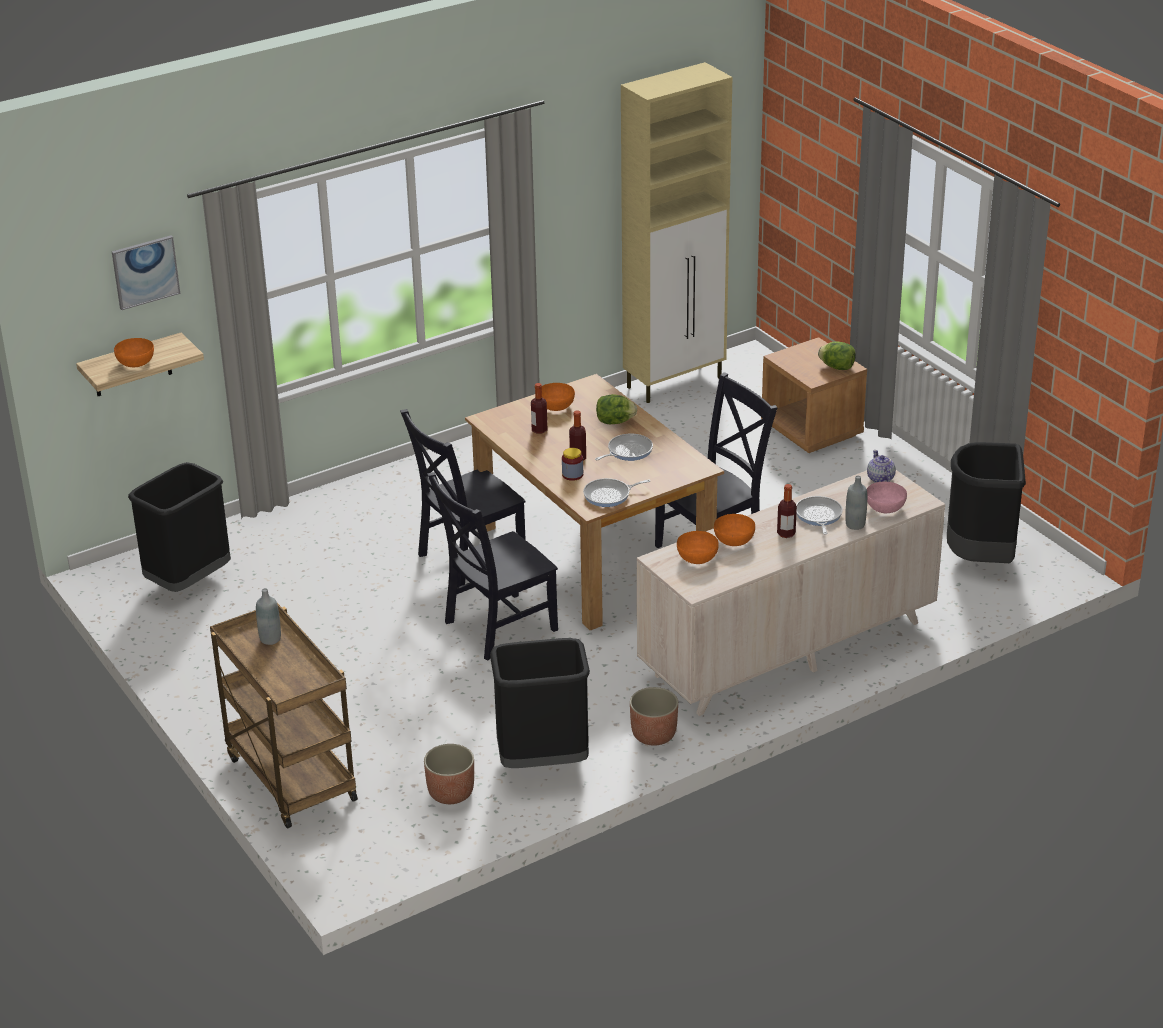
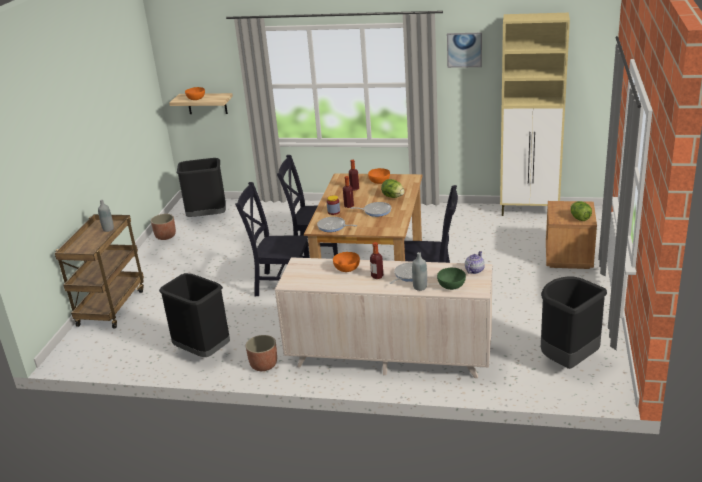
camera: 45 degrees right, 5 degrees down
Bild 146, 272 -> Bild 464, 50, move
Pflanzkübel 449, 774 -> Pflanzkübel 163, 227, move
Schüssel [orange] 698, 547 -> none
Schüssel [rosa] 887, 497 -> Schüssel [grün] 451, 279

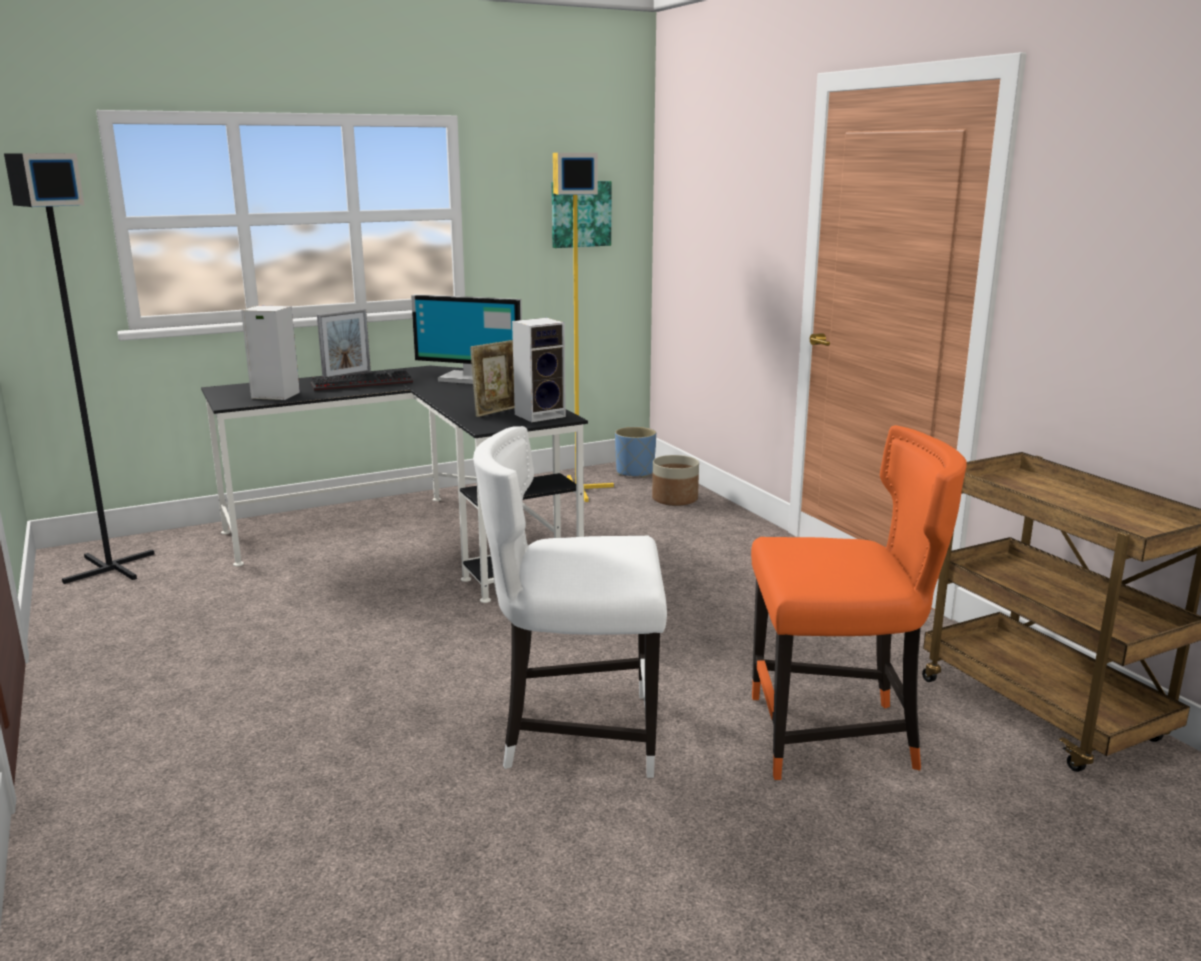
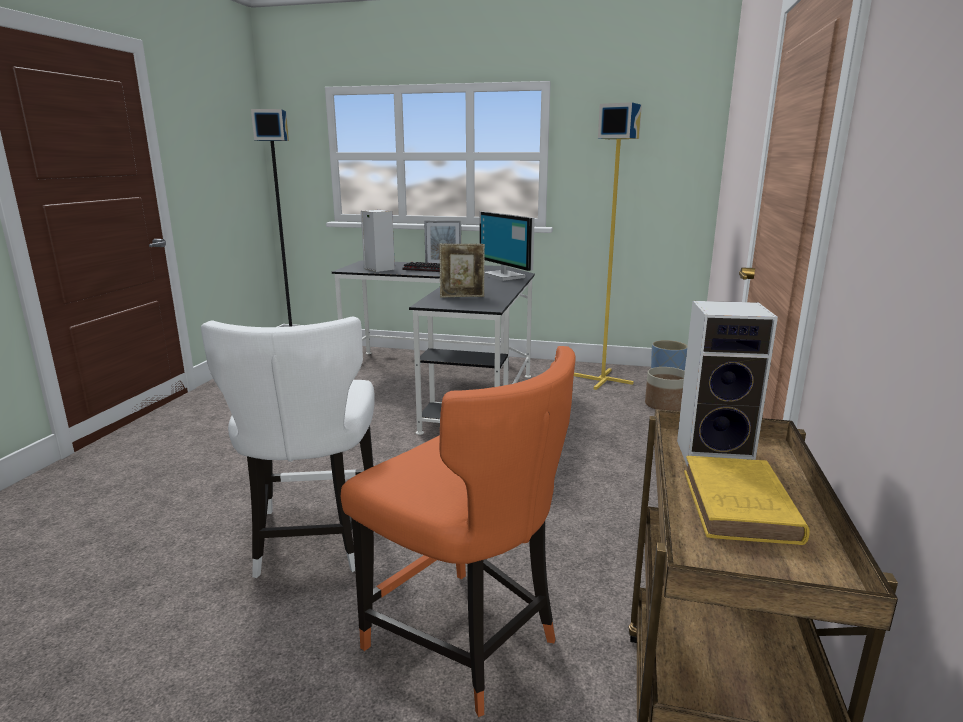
camera: 40 degrees right, 0 degrees up
Stuhl [weiß] 570, 602 -> Stuhl [weiß] 288, 447, 135 degrees counterclockwise
Lautsprecher 539, 370 -> Lautsprecher 727, 384, move
Bild 581, 214 -> none
none -> Buch [gelb] 747, 500

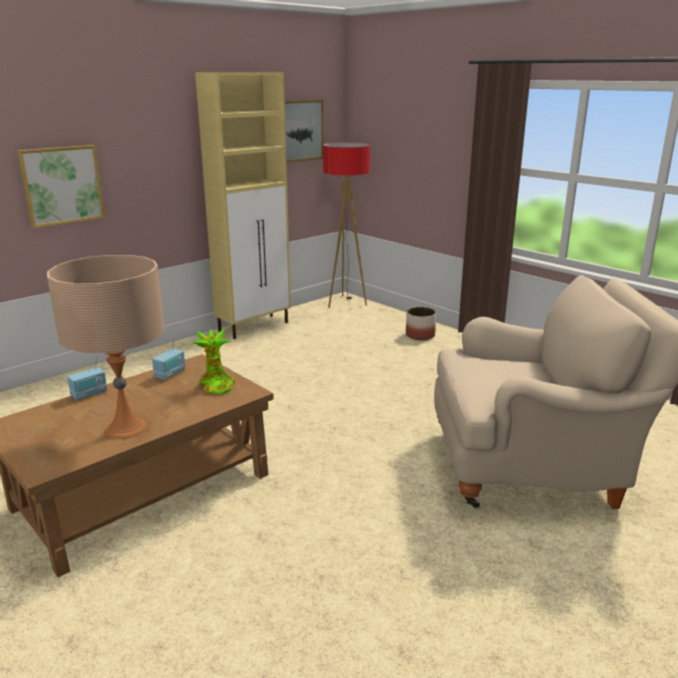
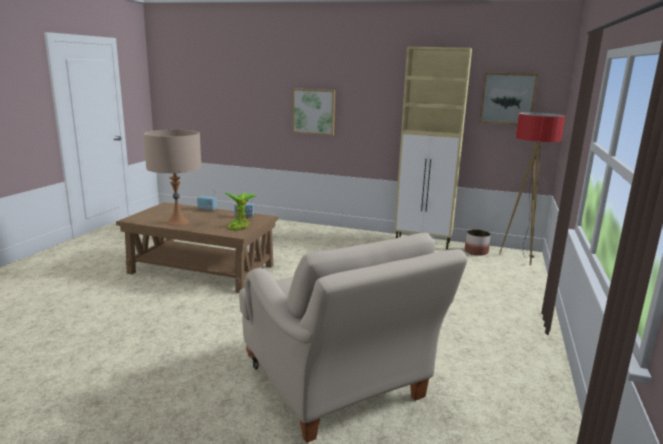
camera: 60 degrees right, 5 degrees down
Pflanzkübel 421, 323 -> Pflanzkübel 478, 242, move

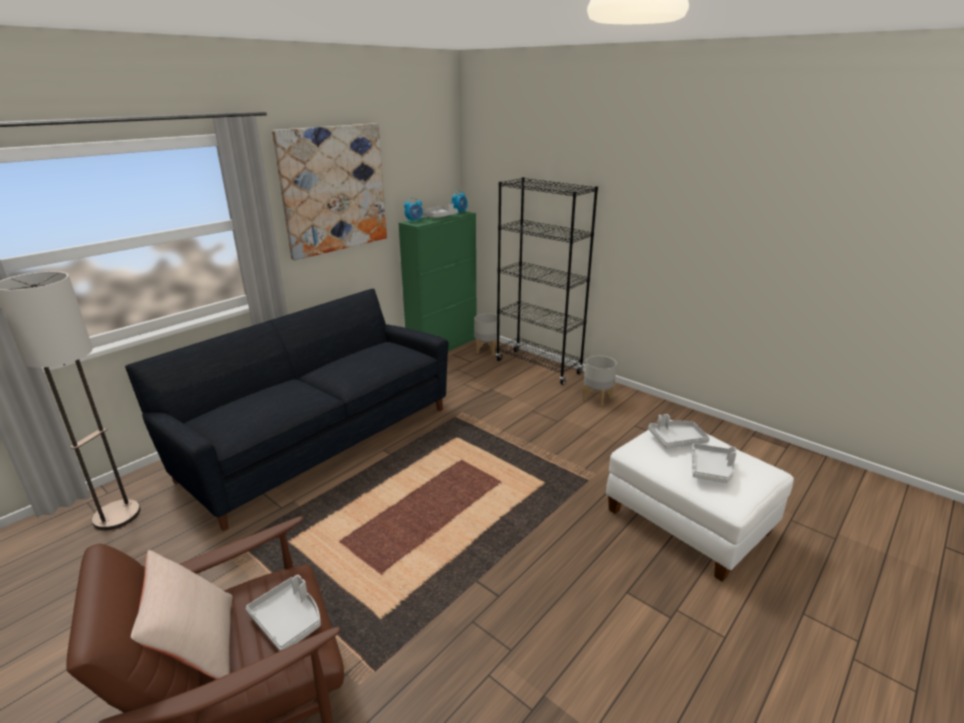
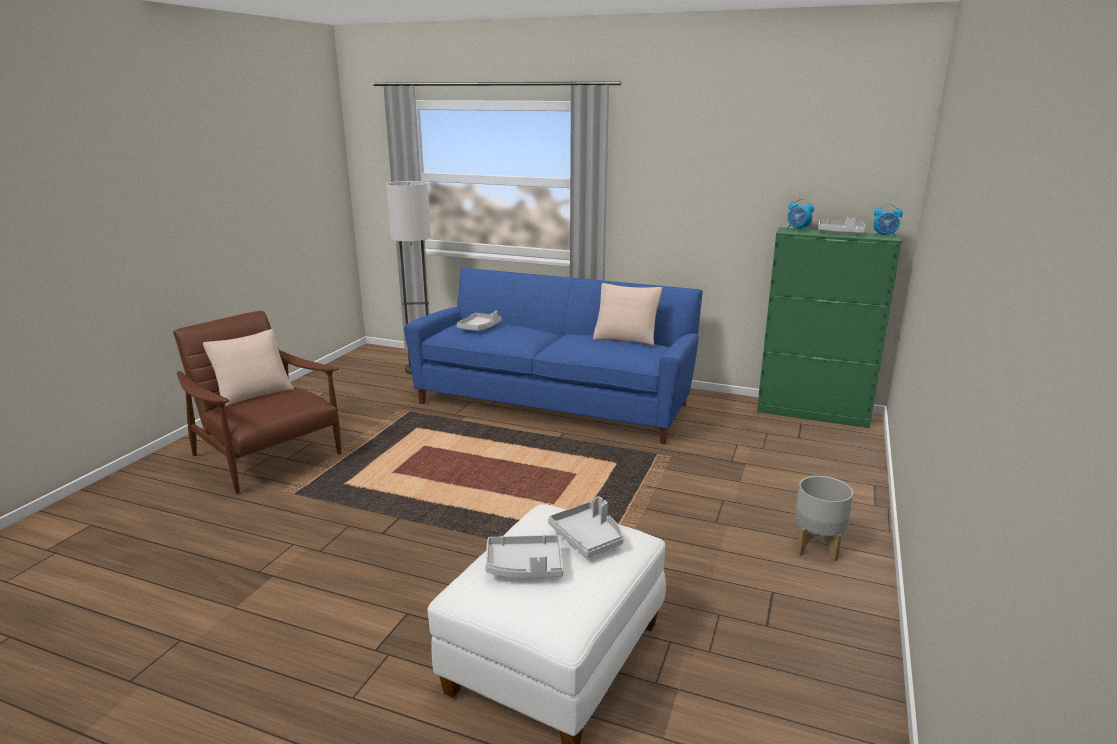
camera: 70 degrees right, 5 degrees down
Sofa [schwarz] 286, 410 -> Sofa [blau] 553, 356
Tablett [grau] 283, 613 -> Tablett [grau] 479, 321, move
Bild 329, 191 -> none
Pflanzkübel [grau] 487, 334 -> none
Bücherregal [schwarz] 547, 281 -> none
none -> Kissen [beige] 627, 314

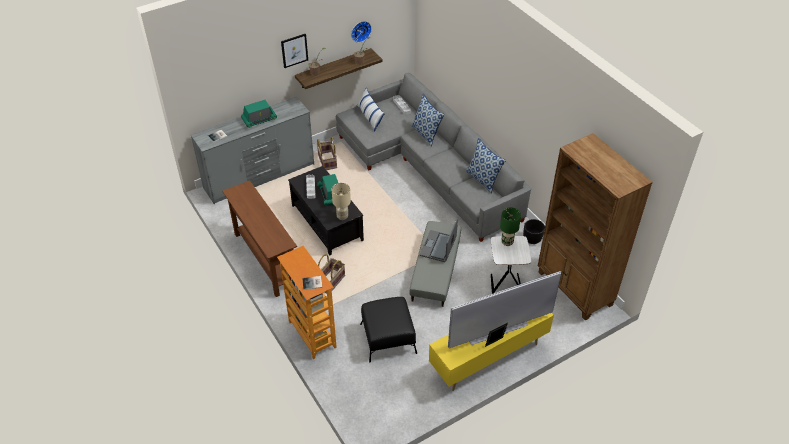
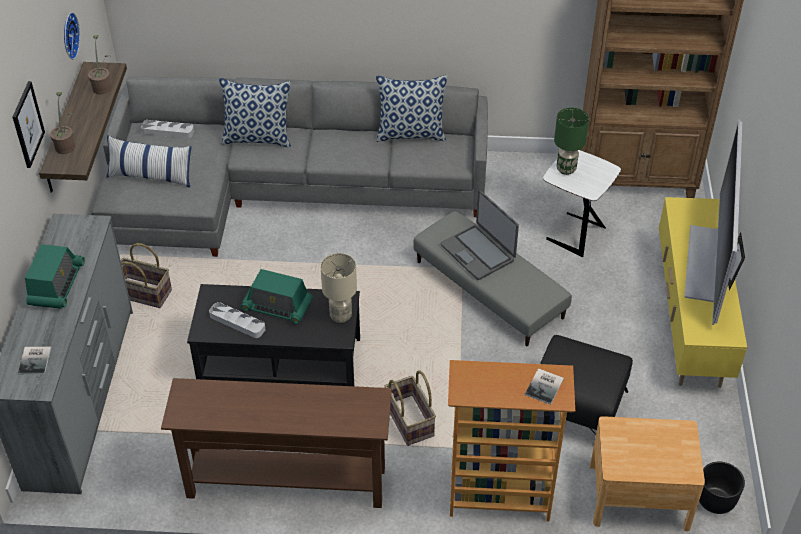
camera: 55 degrees left, 0 degrees up
Pflanzkübel [schwarz] 534, 231 -> Pflanzkübel [schwarz] 722, 487, move
none -> Nachttisch [braun] 647, 473

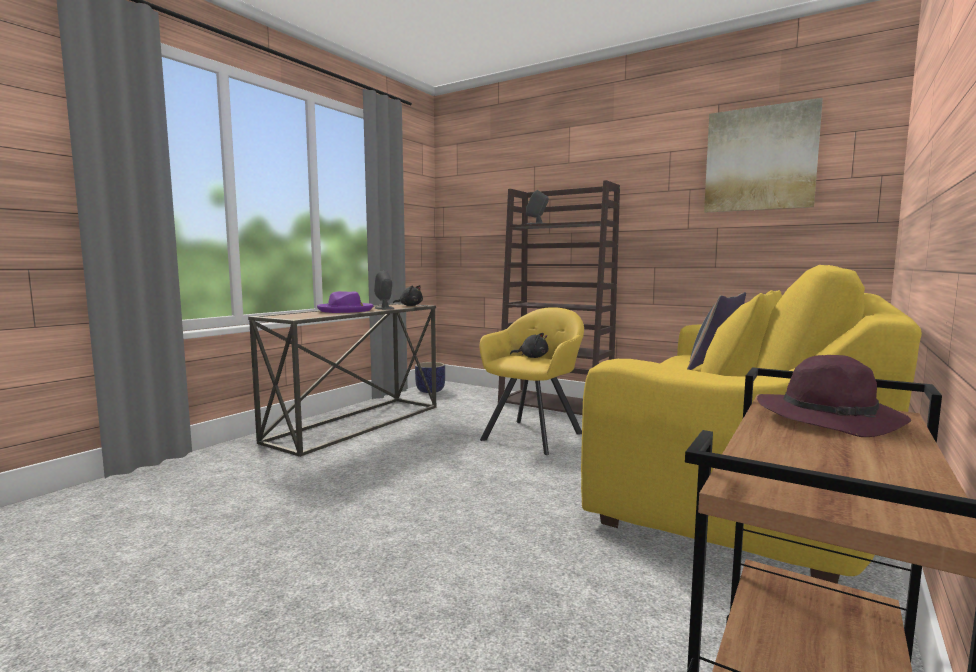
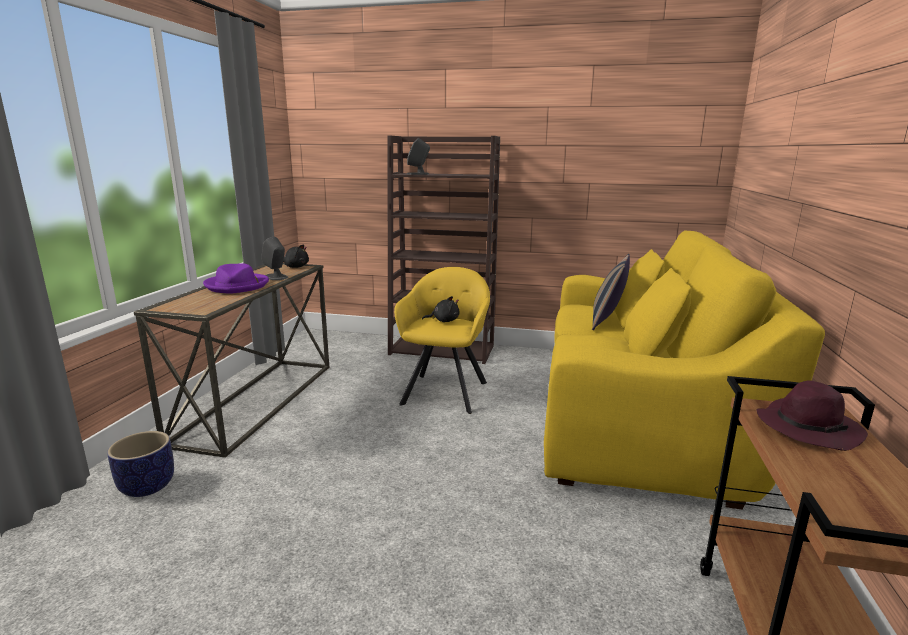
camera: 20 degrees left, 10 degrees up
Pflanzkübel 430, 377 -> Pflanzkübel 140, 464, move
Bild 763, 155 -> none

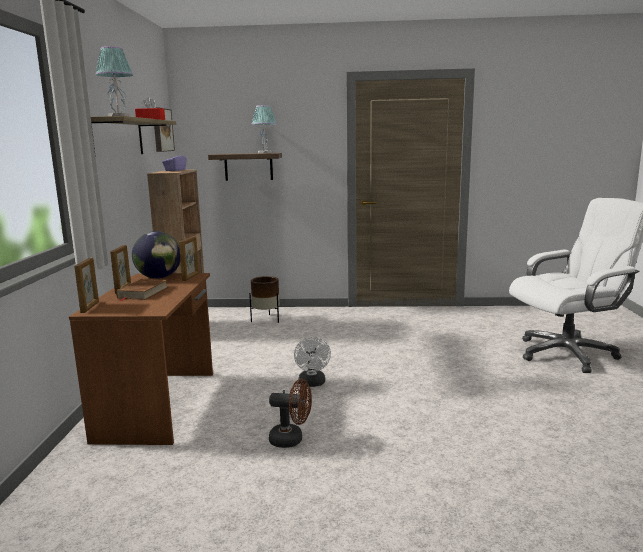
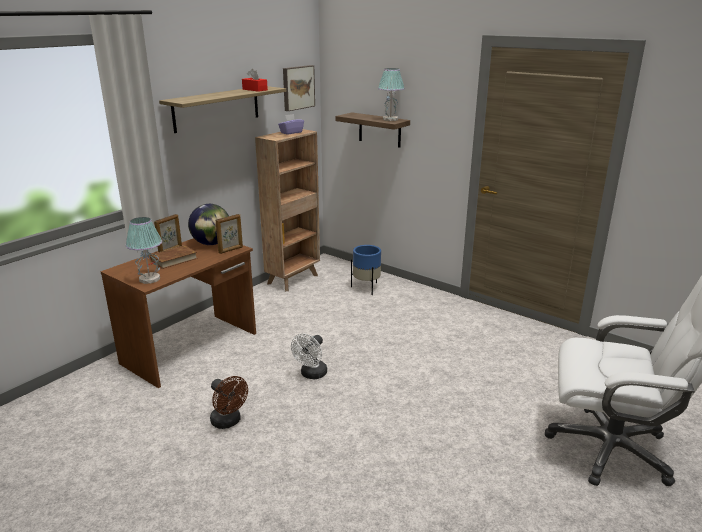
camera: 35 degrees right, 10 degrees up
Bilderrahmen 86, 285 -> none
Tischlampe 114, 81 -> Tischlampe 144, 250, move
Pflanzkübel [braun] 264, 299 -> Pflanzkübel [blau] 366, 270

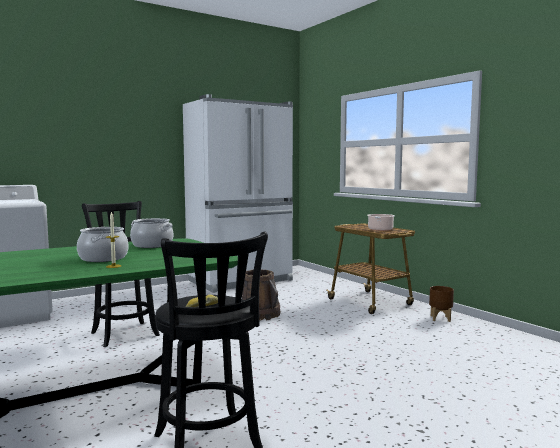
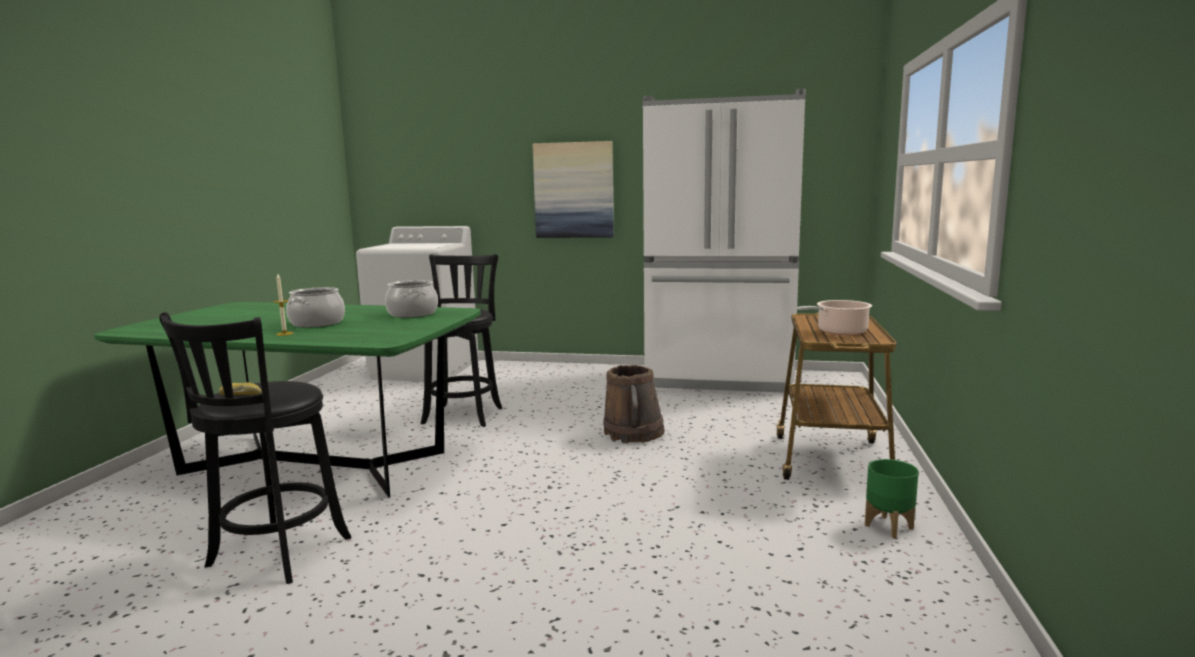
camera: 45 degrees right, 5 degrees up
Pflanzkübel [braun] 441, 304 -> Pflanzkübel [grün] 892, 498
none -> Bild 573, 189

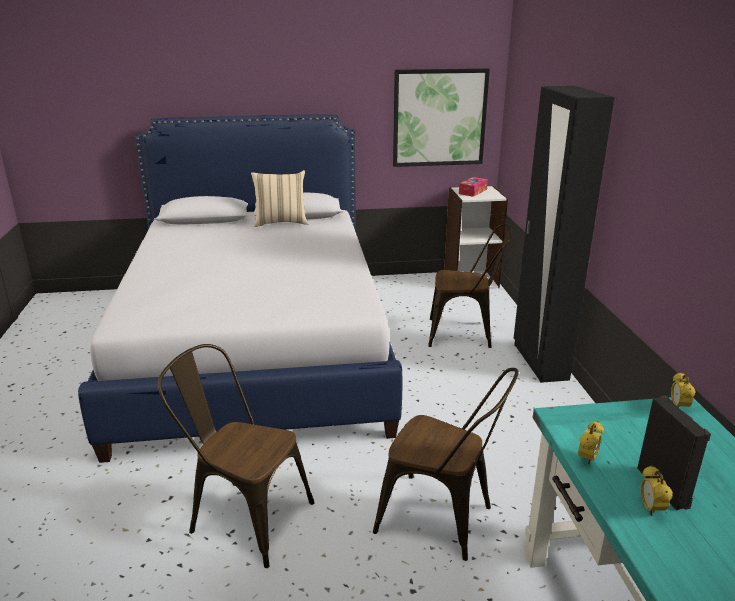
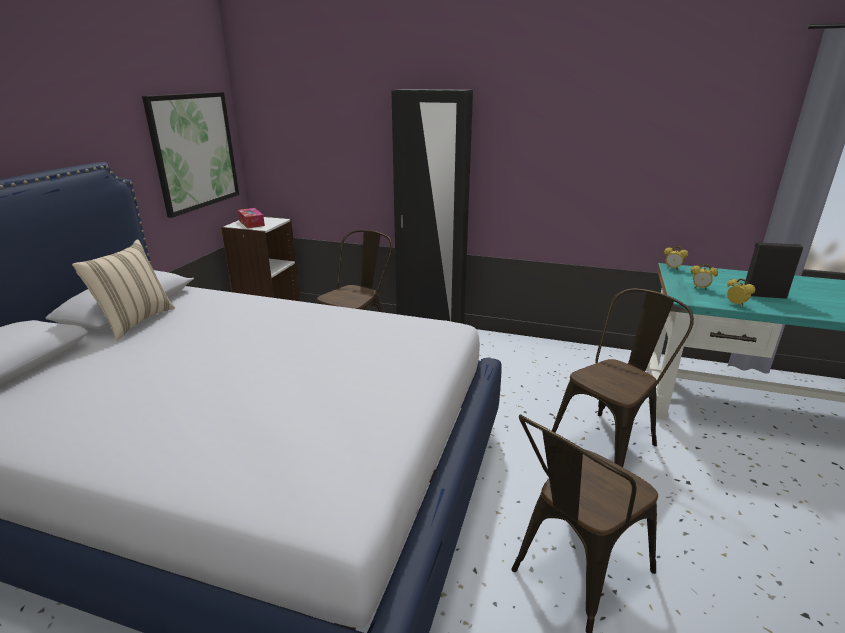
camera: 65 degrees left, 0 degrees up
Wecker 657, 490 -> Wecker 704, 277, move

